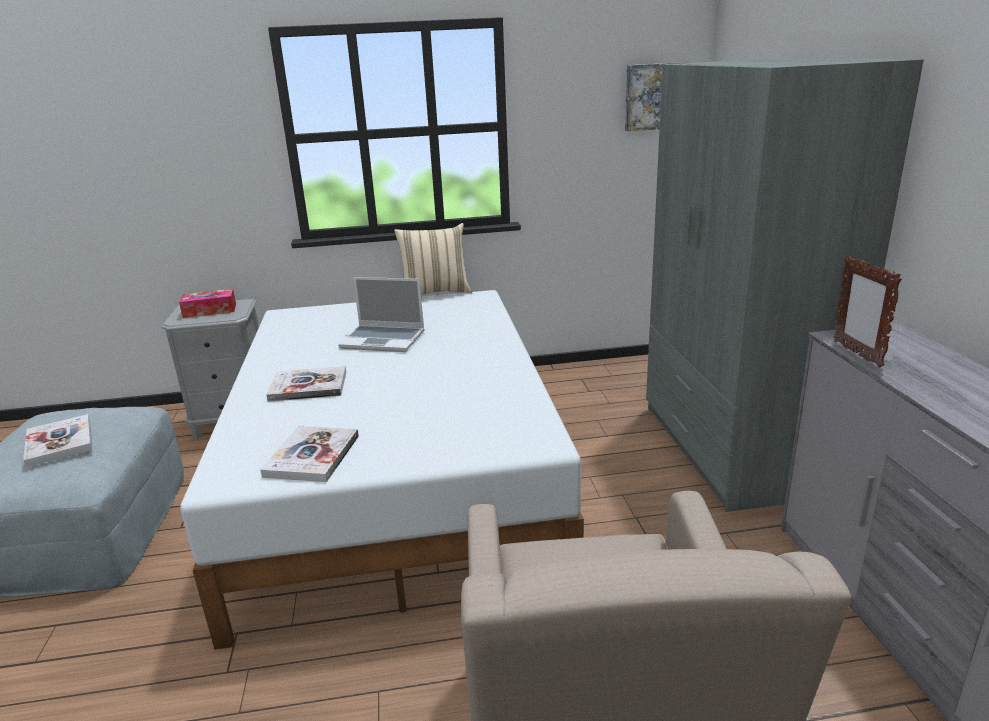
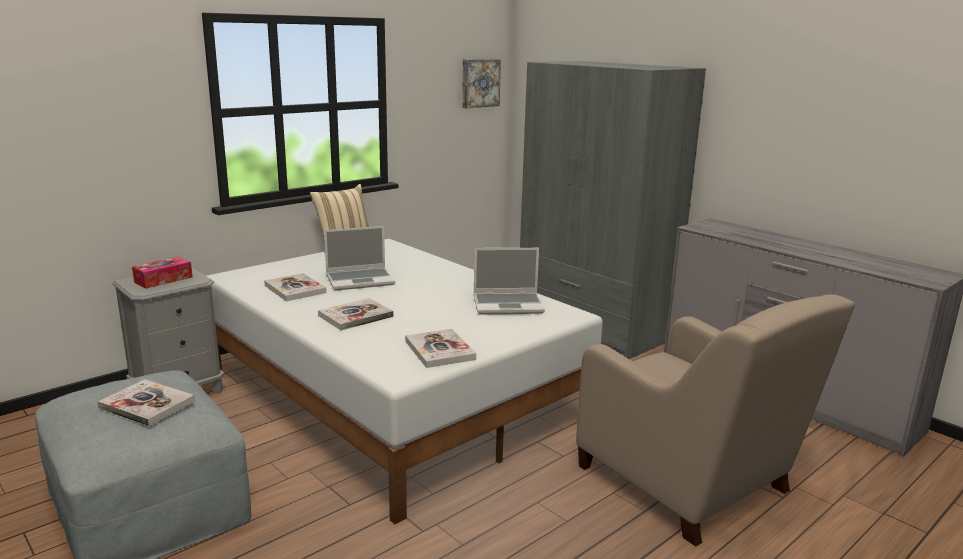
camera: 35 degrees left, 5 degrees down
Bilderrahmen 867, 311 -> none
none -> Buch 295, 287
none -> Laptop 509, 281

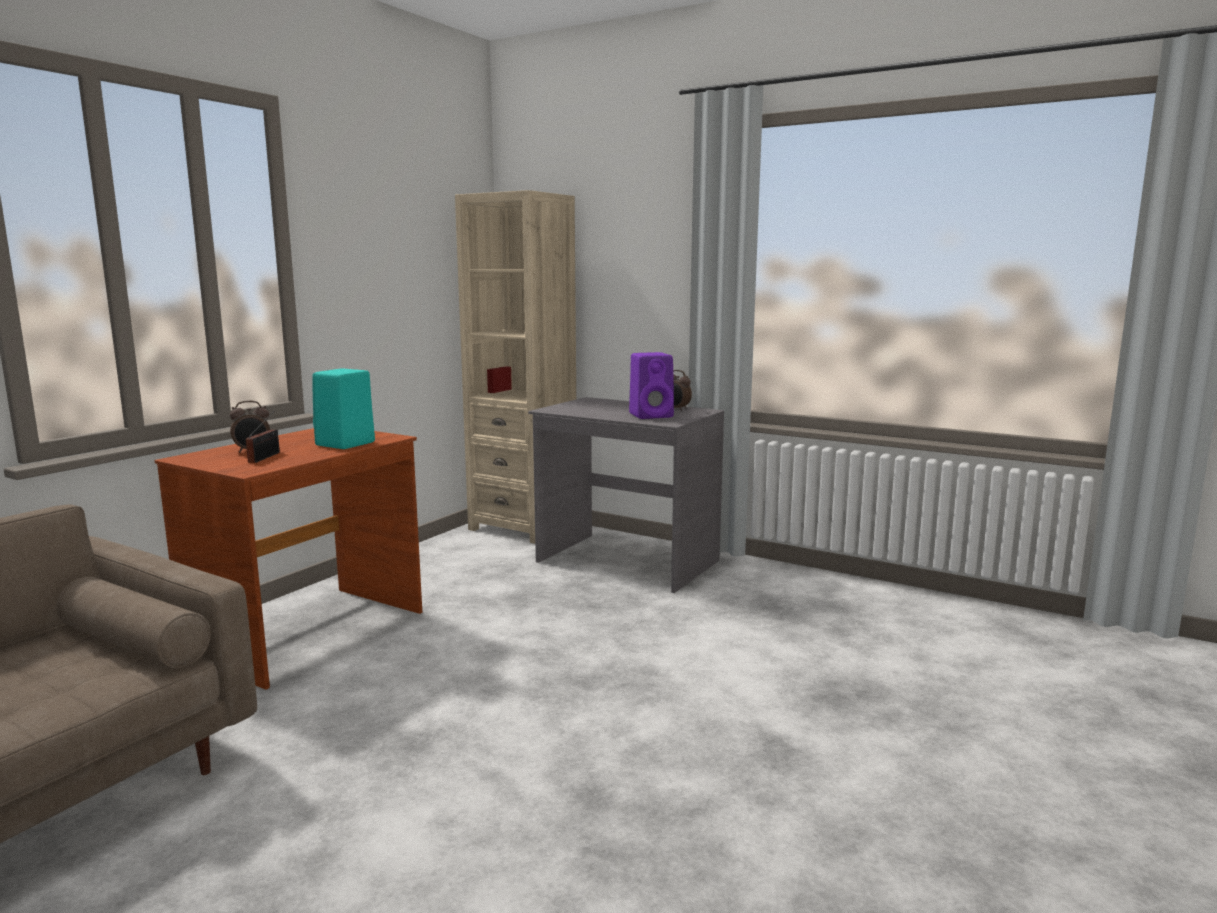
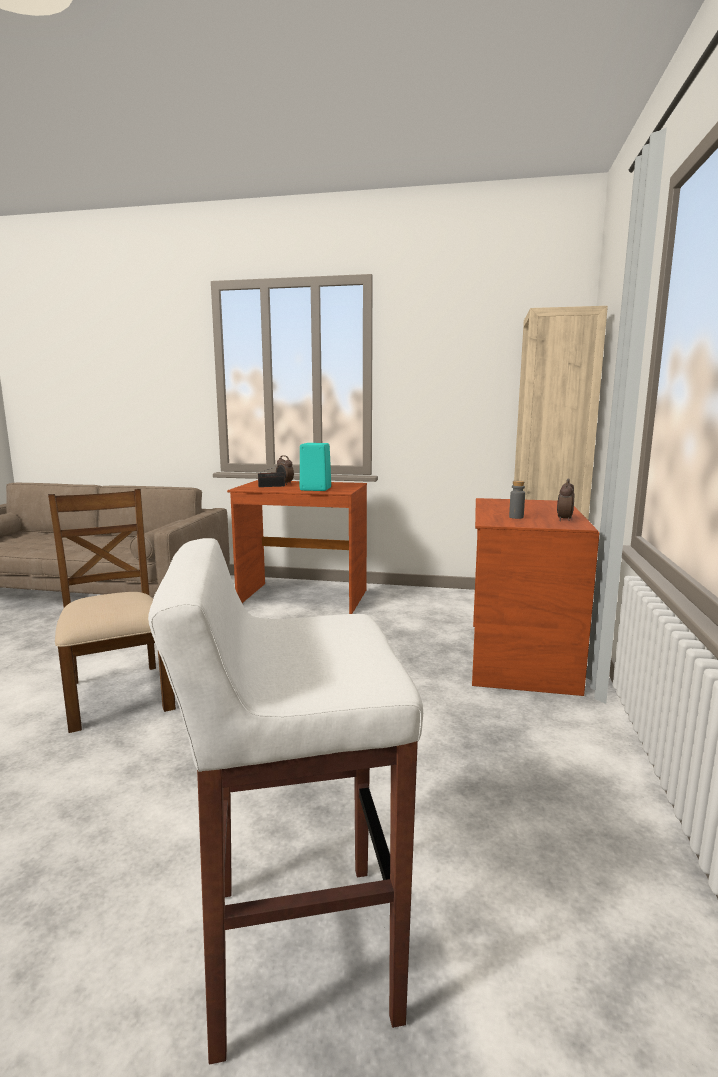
camera: 70 degrees right, 0 degrees up
Schreibtisch [grau] 626, 495 -> Schreibtisch [braun] 536, 597
Lautsprecher [lila] 651, 385 -> Flasche [grau] 517, 500
none -> Stuhl [braun] 112, 611
none -> Hocker [weiß] 285, 801

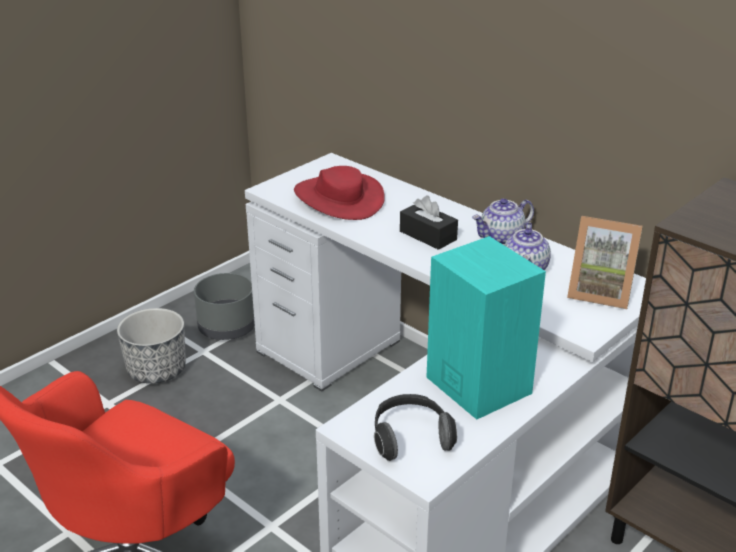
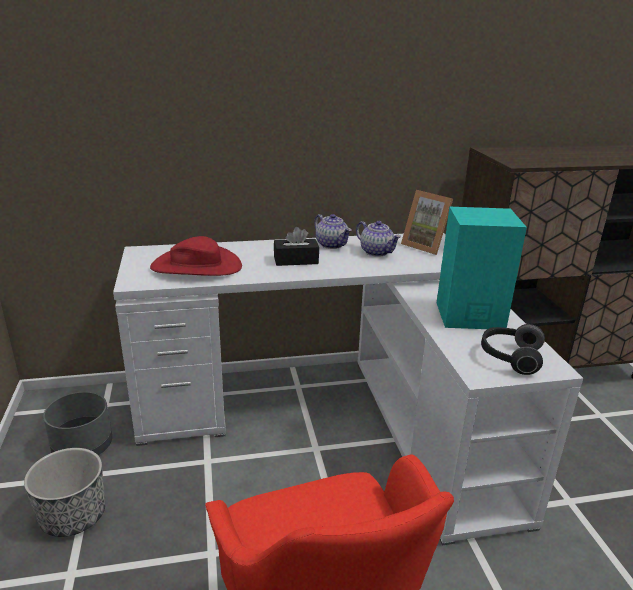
camera: 55 degrees left, 5 degrees down
Teekanne 503, 221 -> Teekanne 333, 231, 45 degrees counterclockwise
Bilderrahmen 605, 262 -> Bilderrahmen 427, 222, 75 degrees clockwise

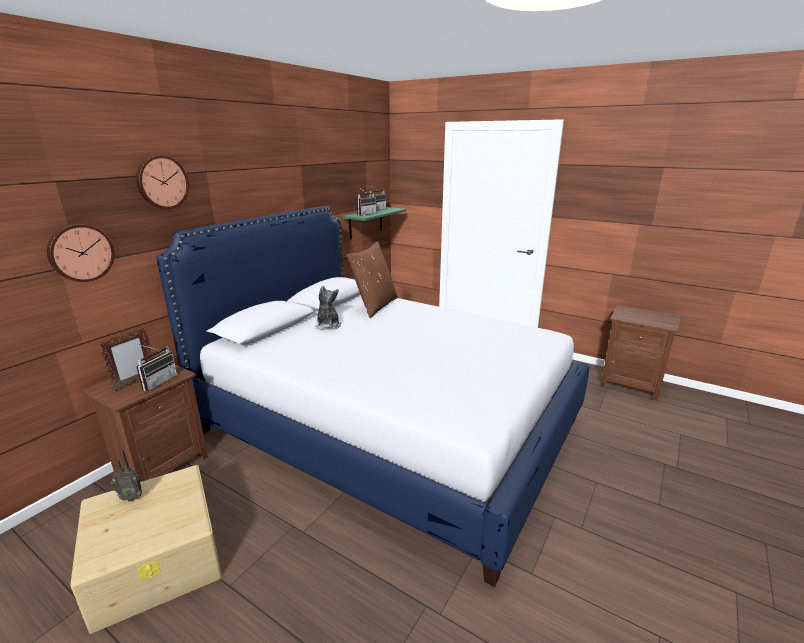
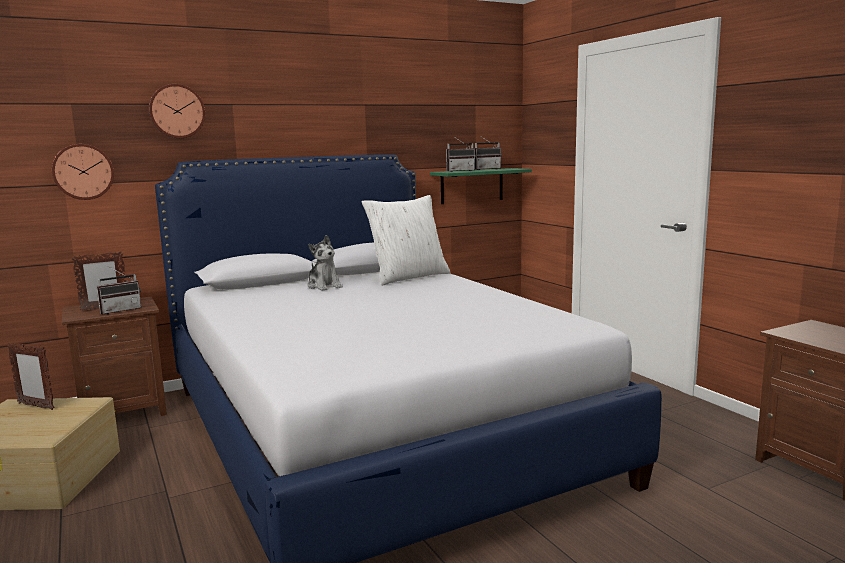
camera: 30 degrees right, 10 degrees down
Radio 127, 476 -> Bilderrahmen 31, 376
Plüschtier 328, 307 -> Plüschtier 325, 263, 135 degrees clockwise
Kissen [braun] 372, 280 -> Kissen [weiß] 406, 240

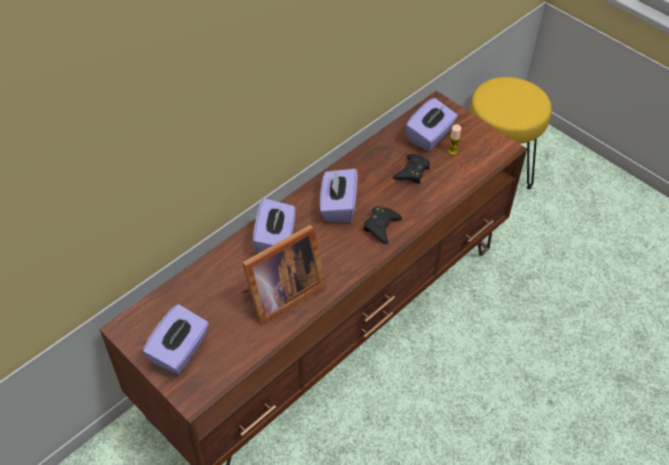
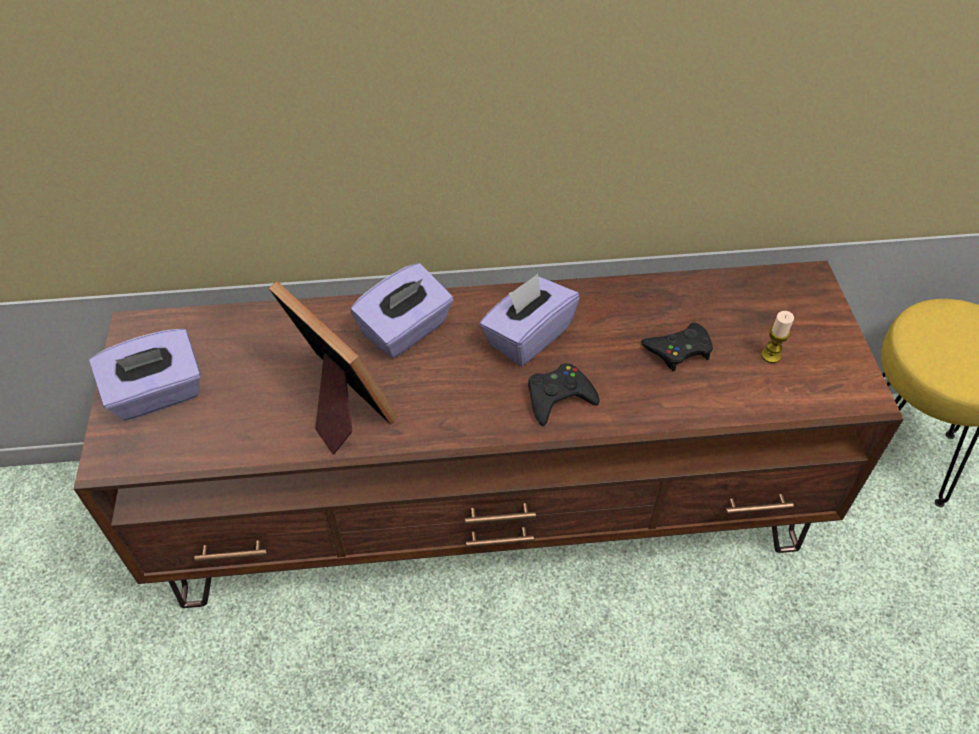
camera: 40 degrees right, 0 degrees up
Bilderrahmen 284, 275 -> Bilderrahmen 333, 367, 135 degrees counterclockwise
Taschentuchbox [lila] 432, 124 -> none

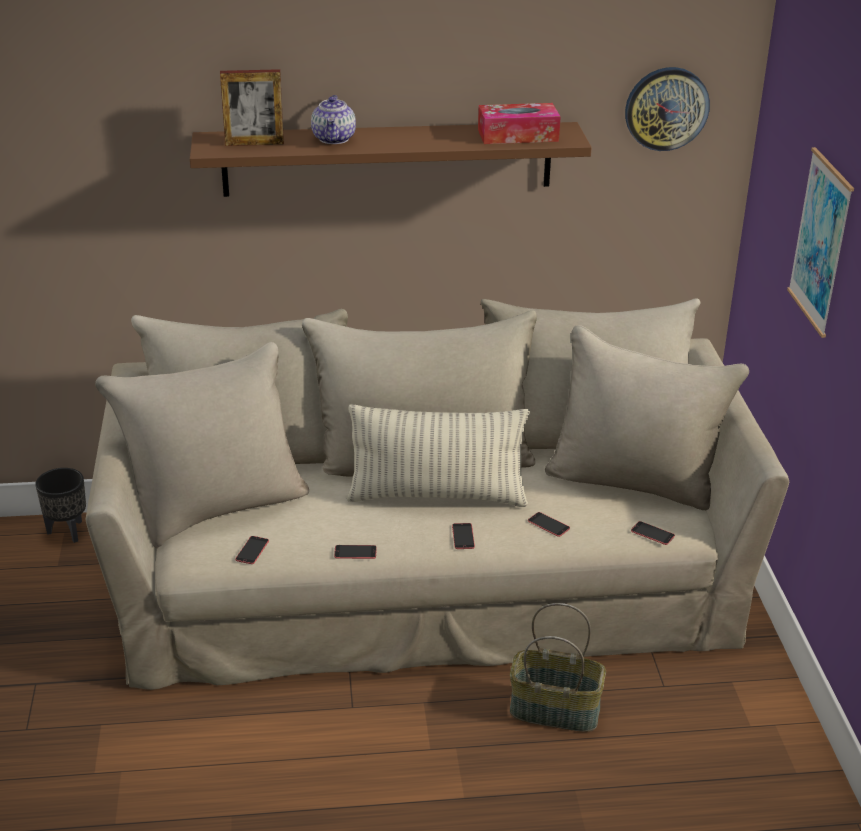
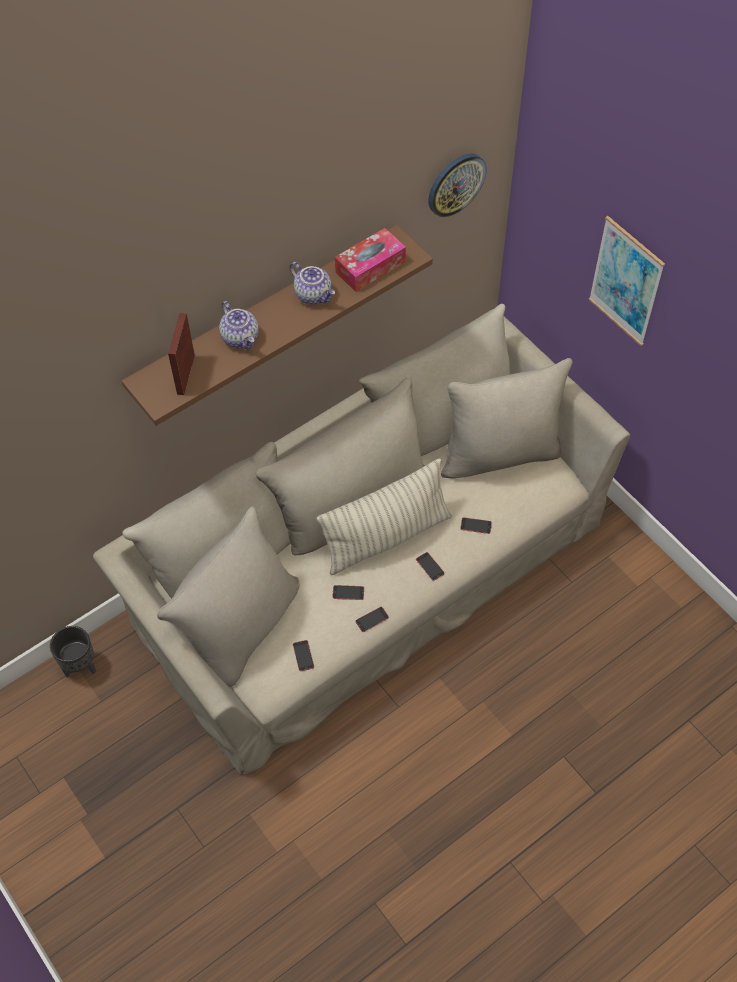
camera: 30 degrees left, 25 degrees up
Bilderrahmen 252, 107 -> Bilderrahmen 181, 354, 135 degrees clockwise
Korb 558, 667 -> none
Handy 653, 533 -> Handy 348, 592, move
none -> Teekanne 312, 283

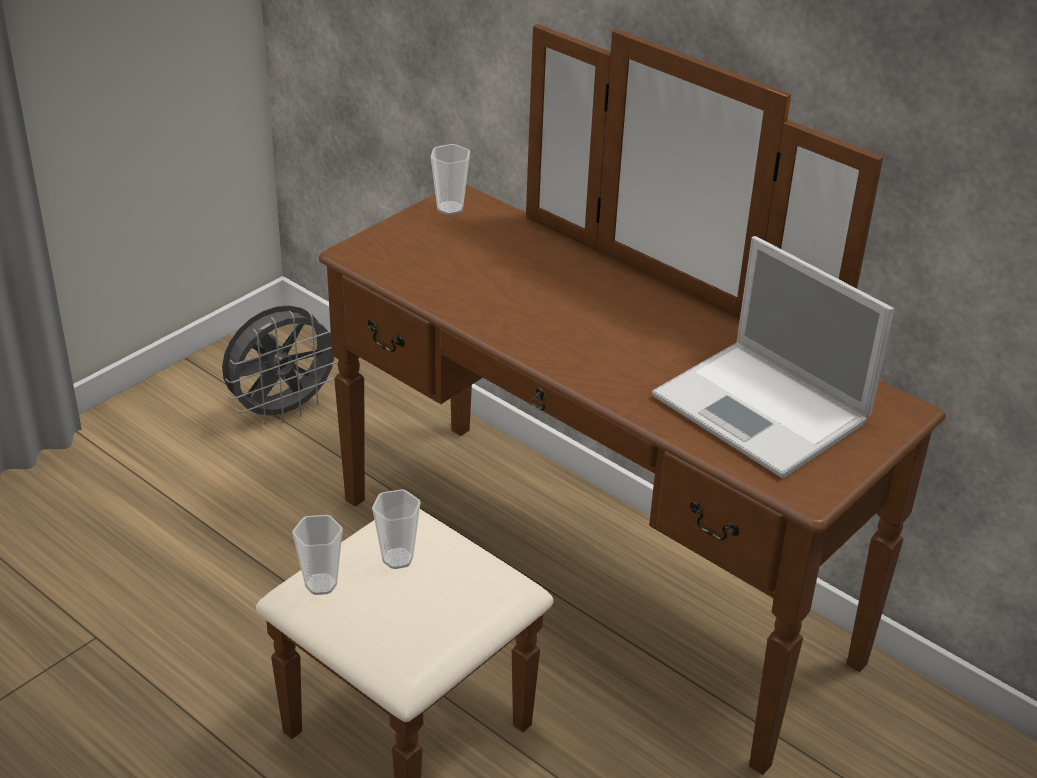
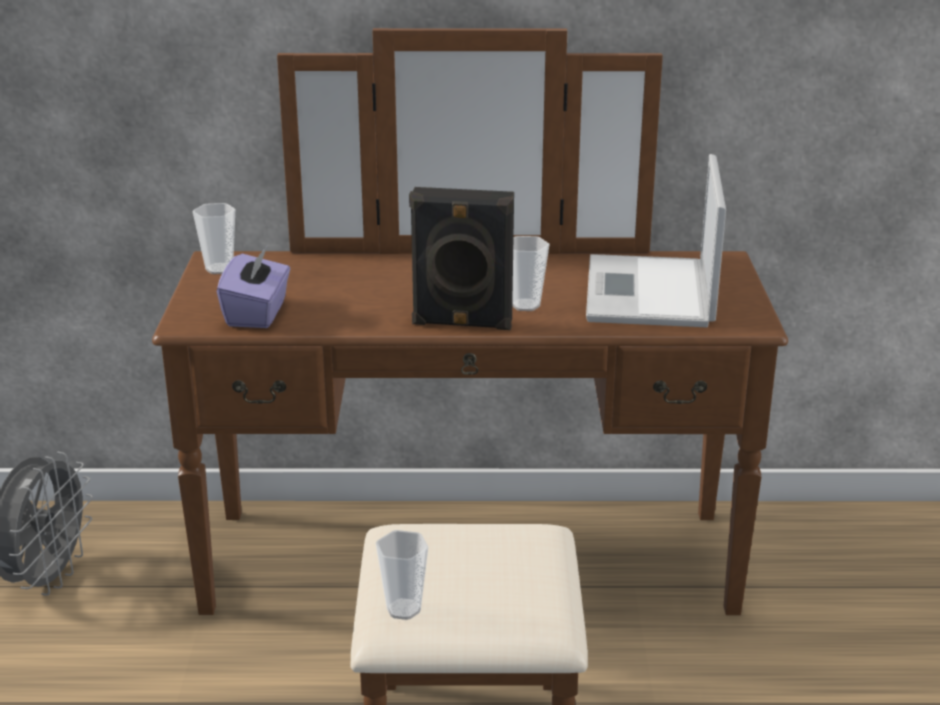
camera: 40 degrees left, 10 degrees down
Tasse 396, 529 -> Tasse 530, 273, move
Laptop 773, 357 -> Laptop 656, 240, 90 degrees clockwise
none -> Taschentuchbox [lila] 253, 286
none -> Lautsprecher [schwarz] 461, 258

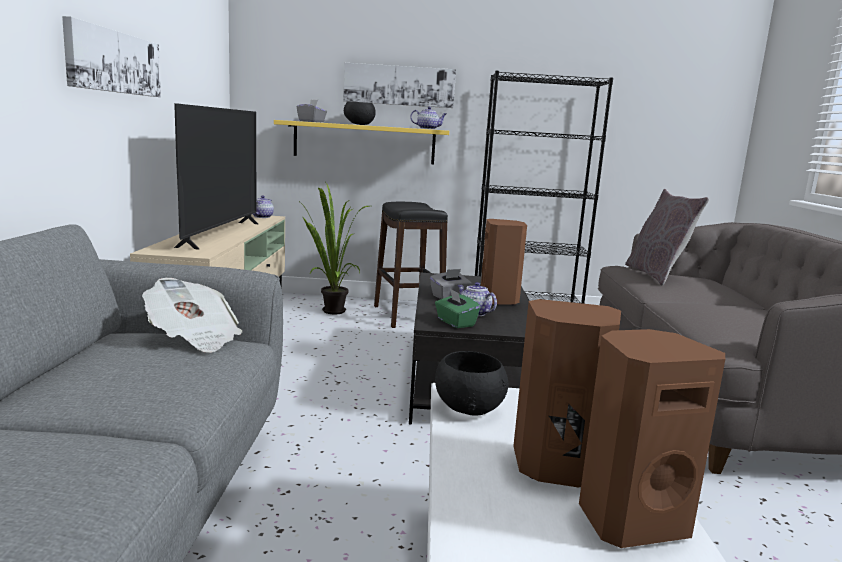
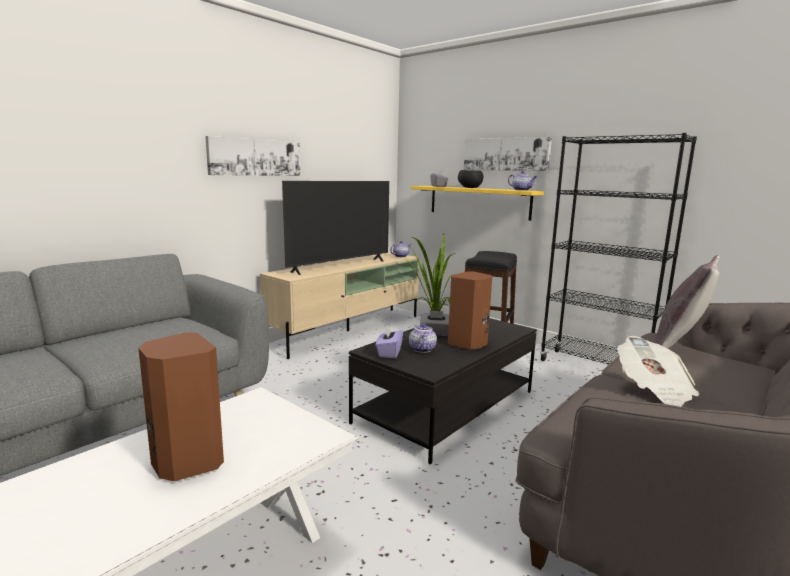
camera: 40 degrees right, 0 degrees up
Zeitung 192, 315 -> Zeitung 658, 371, move
Taschentuchbox [grün] 457, 308 -> Taschentuchbox [lila] 389, 341
Schüssel [schwarz] 471, 383 -> none
Lautsprecher [braun] 652, 438 -> none

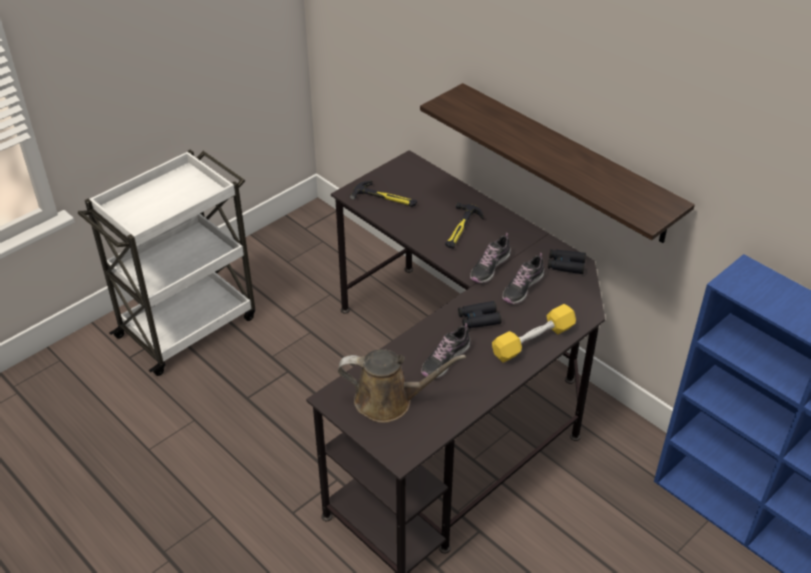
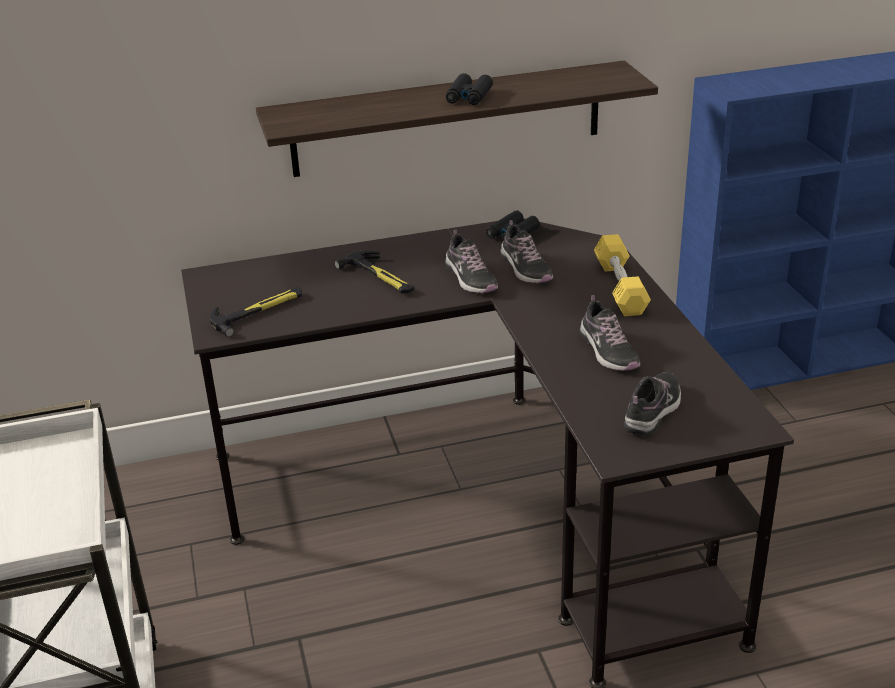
camera: 60 degrees left, 10 degrees down
Gießkanne [braun] 402, 386 -> Schuh 652, 403
Fernglas [schwarz] 479, 314 -> Fernglas [schwarz] 469, 89, move

